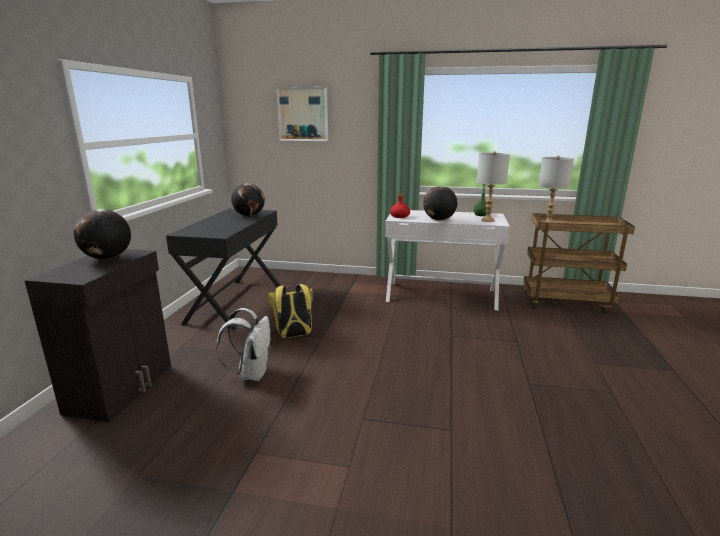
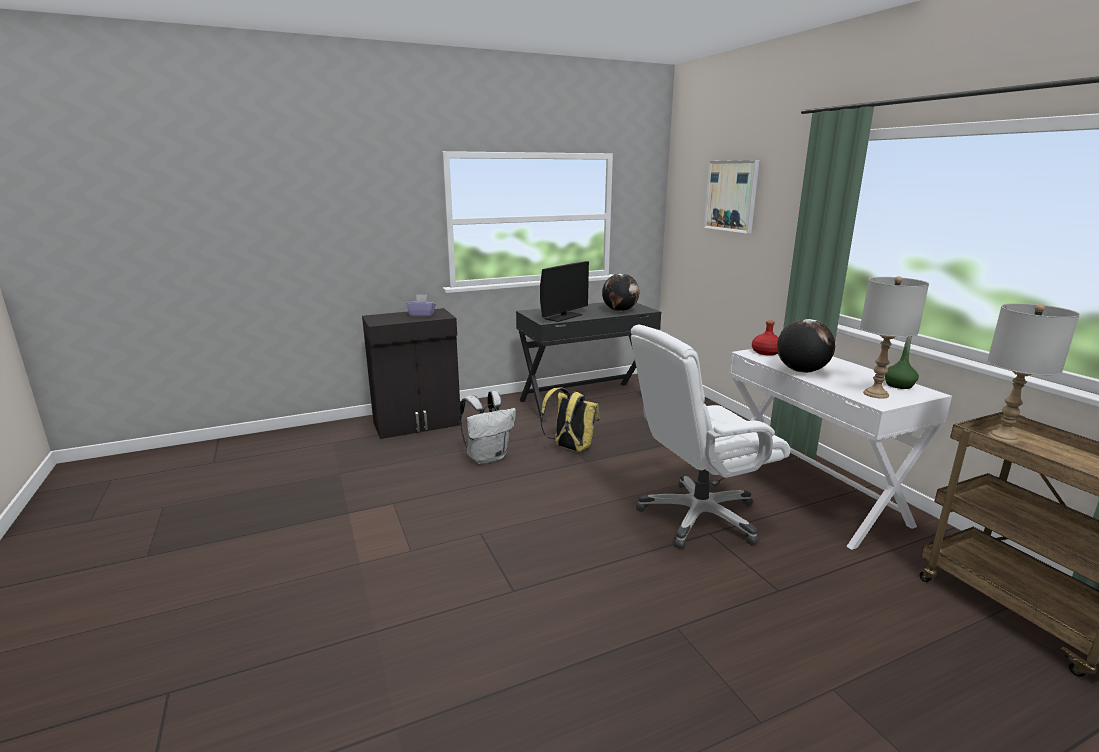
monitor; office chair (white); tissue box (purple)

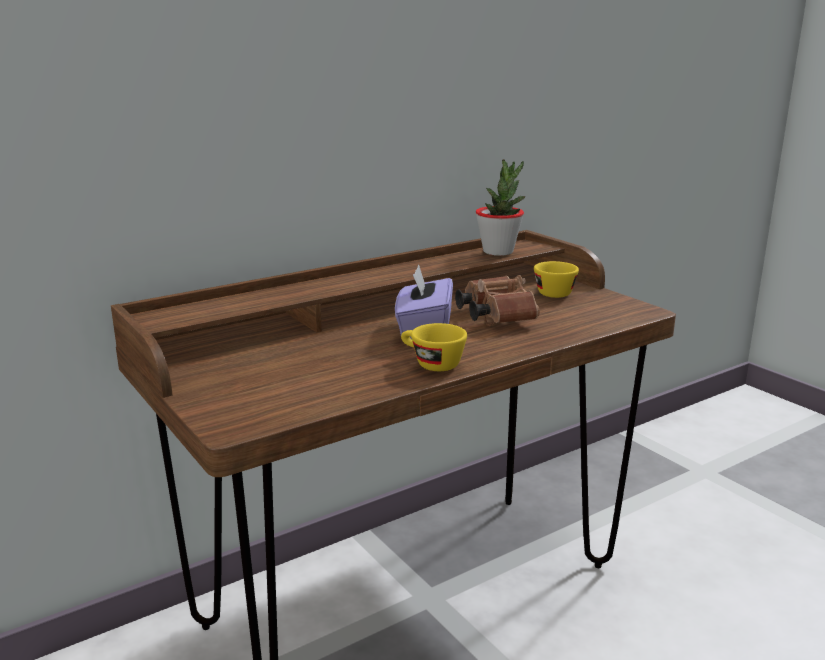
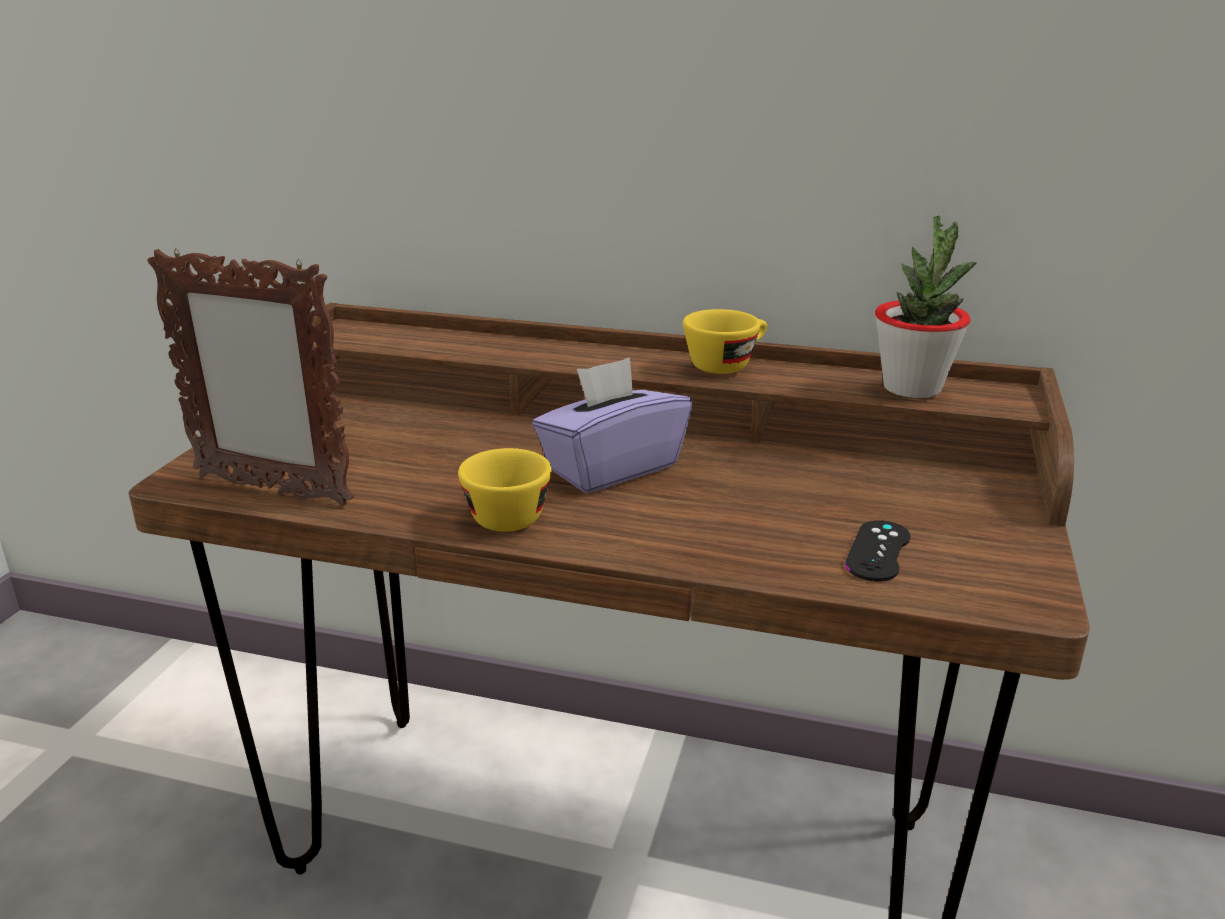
binoculars (brown); picture frame; game controller (black); cup (yellow) (no. 2 from left)

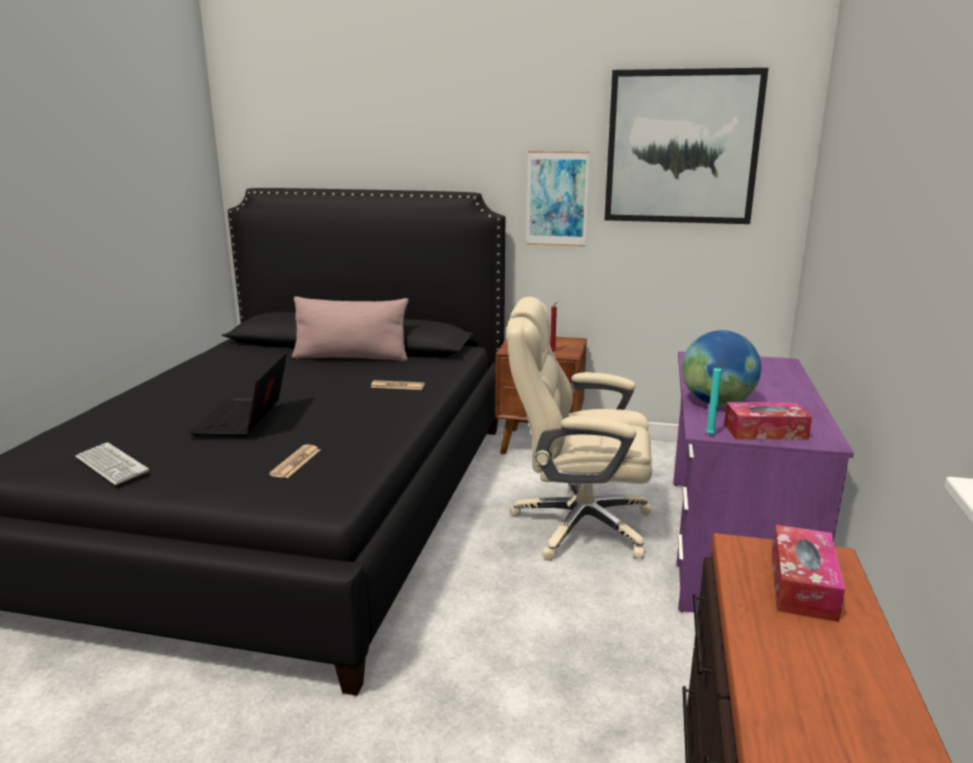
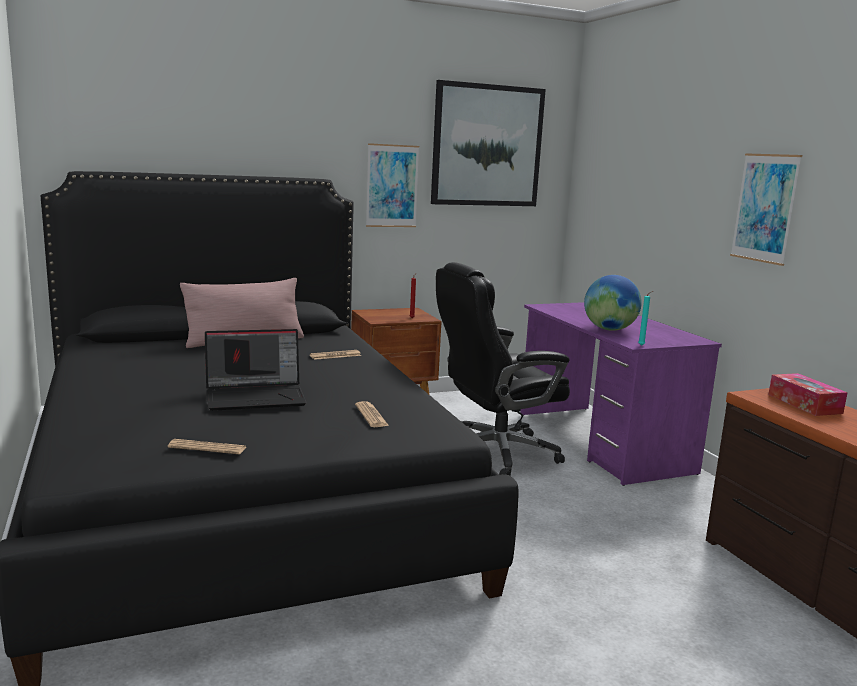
tissue box (no. 1 from left in the first image); picture (no. 3 from left); newspaper (no. 1 from left); office chair (black); laptop

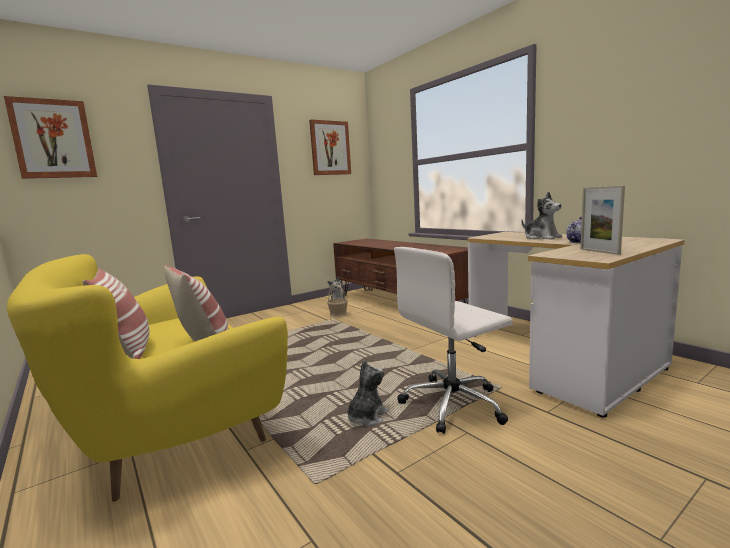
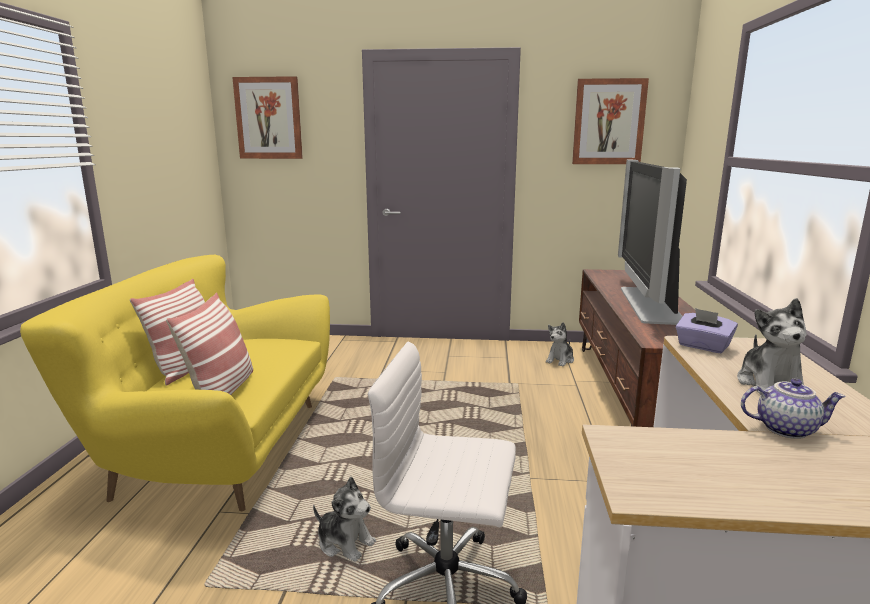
basket; picture frame; television; tissue box (purple); plush toy (no. 1 from left)

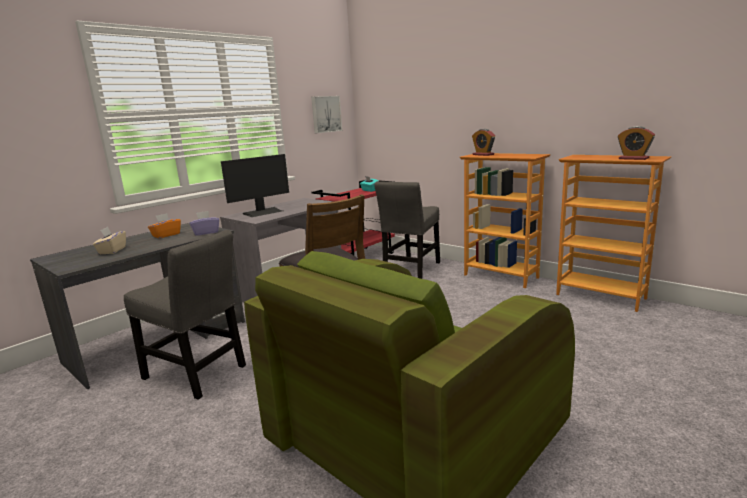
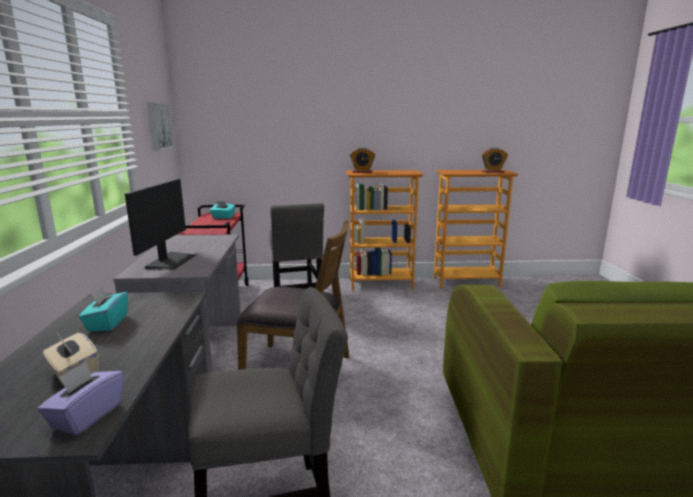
tissue box (purple); tissue box (turquoise) (no. 1 from left)

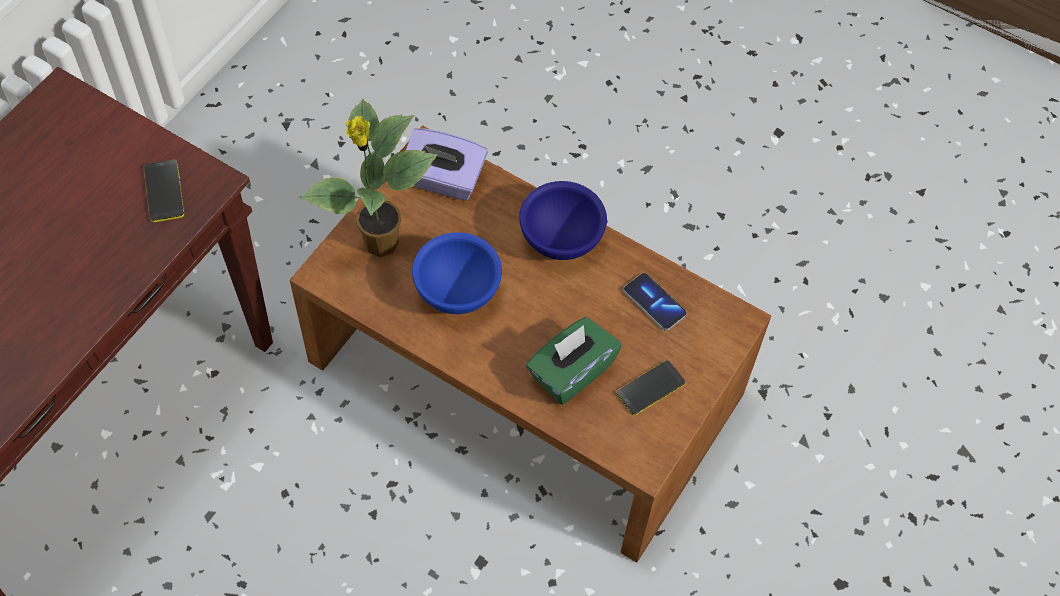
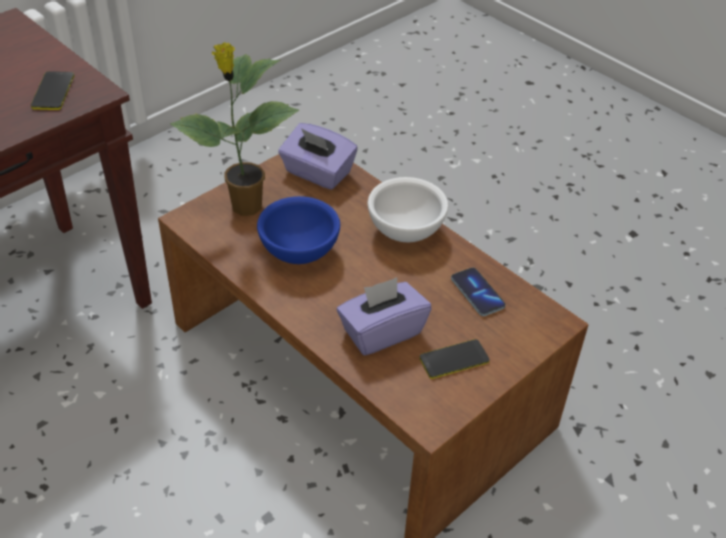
bowl (white); tissue box (purple) (no. 2 from left)

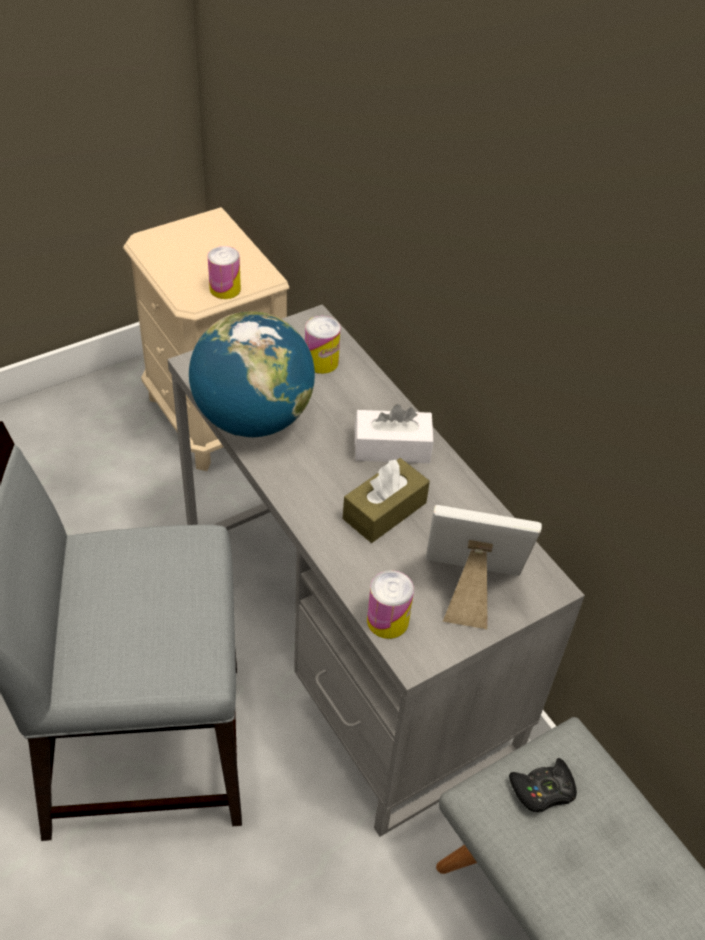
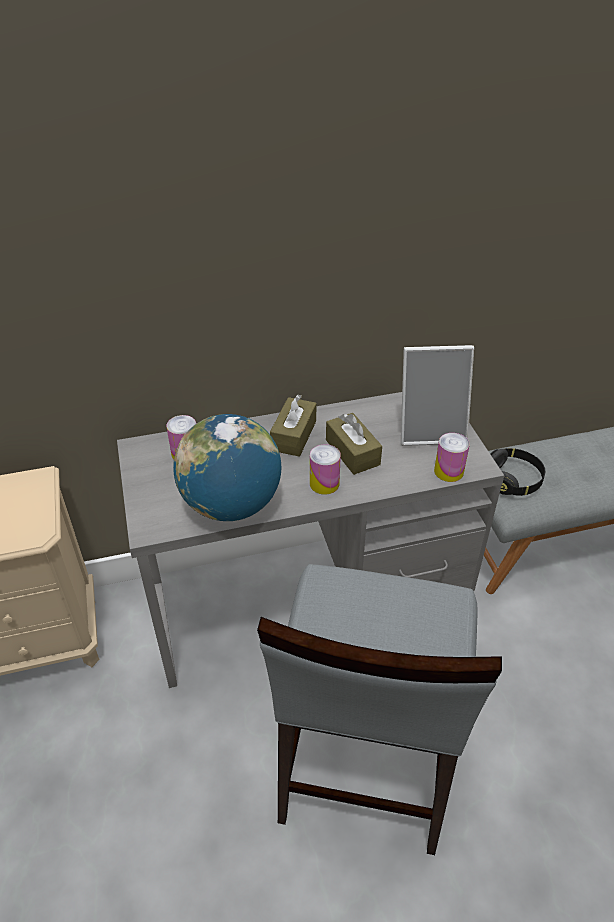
can (no. 2 from left); headphones (black); tissue box (brown) (no. 1 from left); picture frame

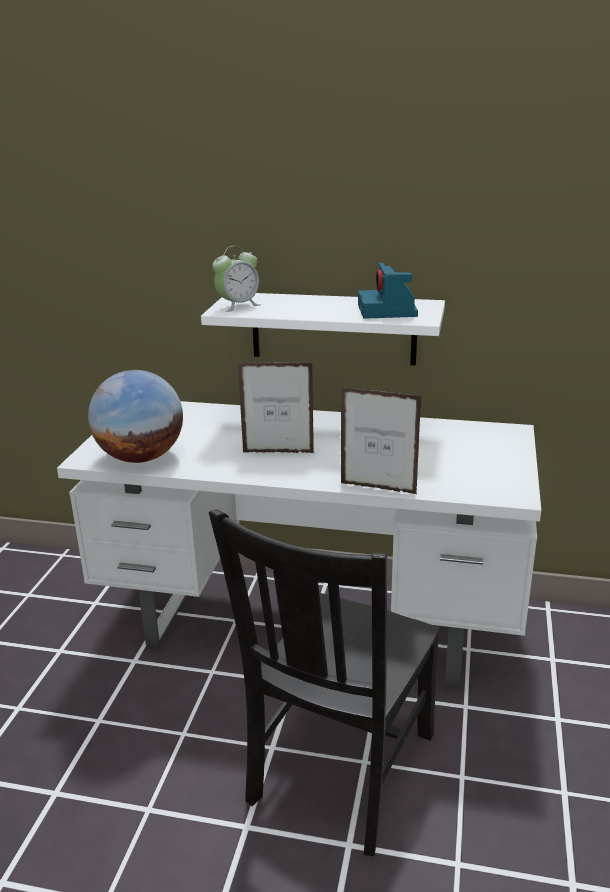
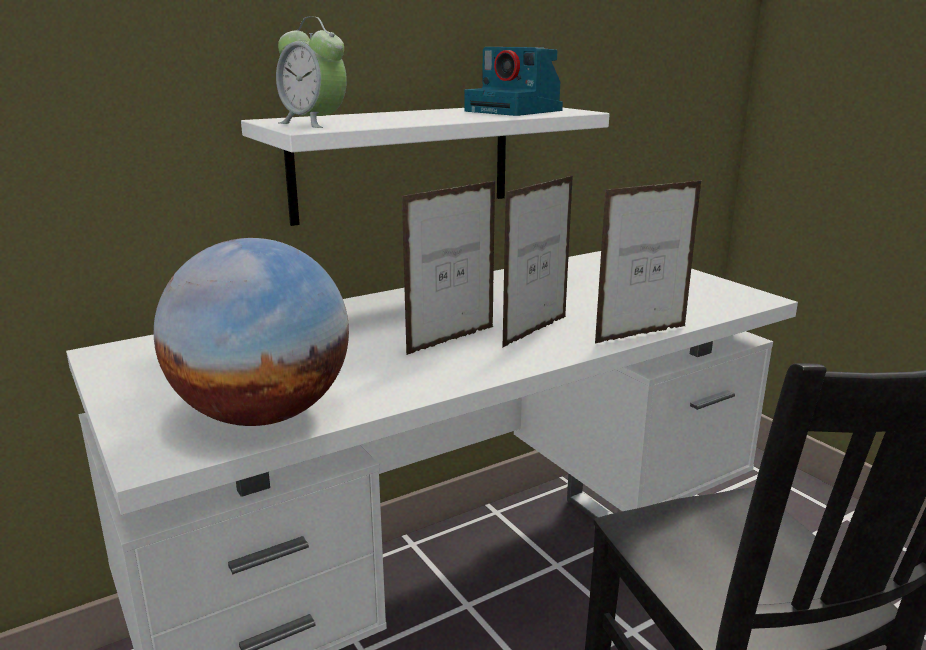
picture frame (no. 2 from left); alarm clock

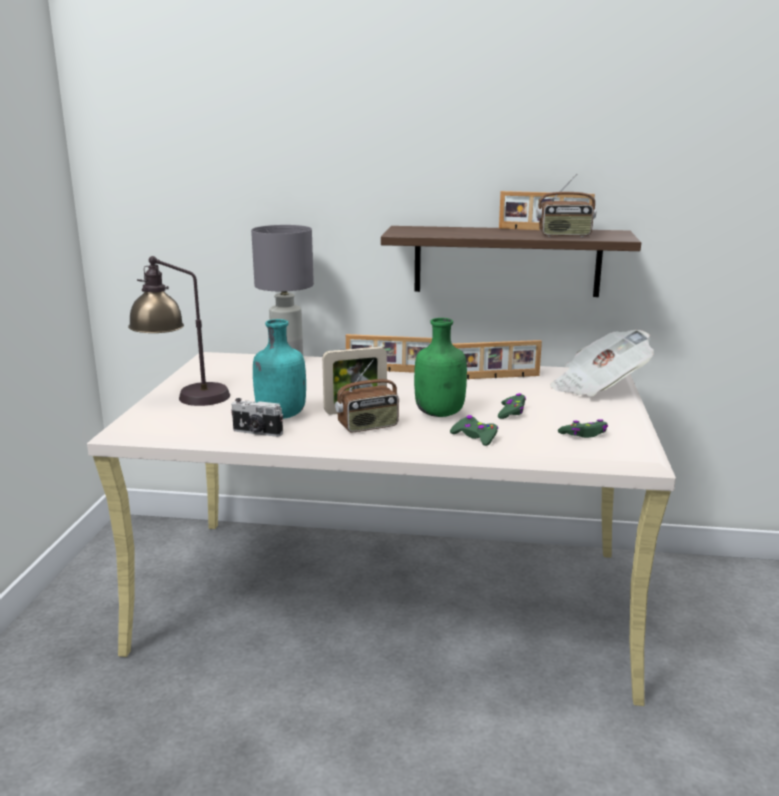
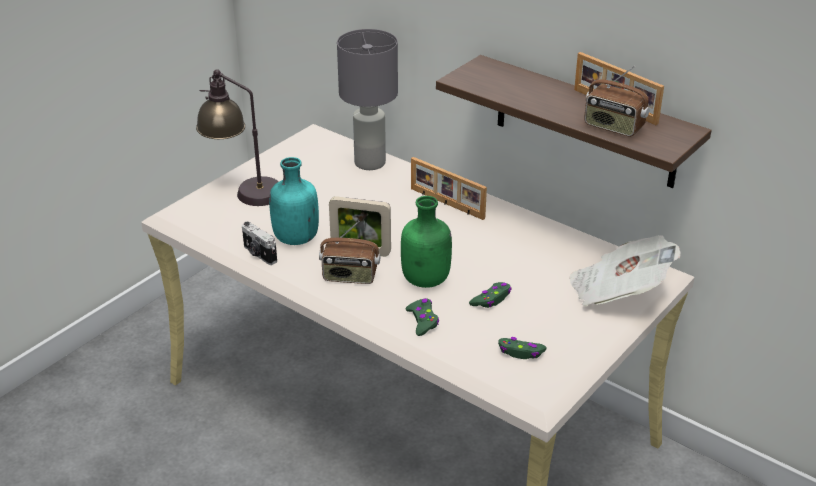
picture frame (no. 3 from left in the first image)

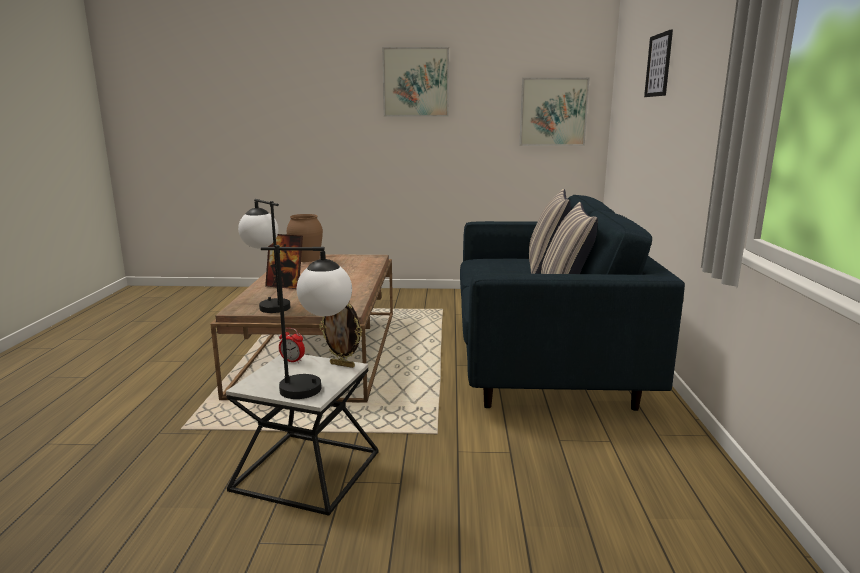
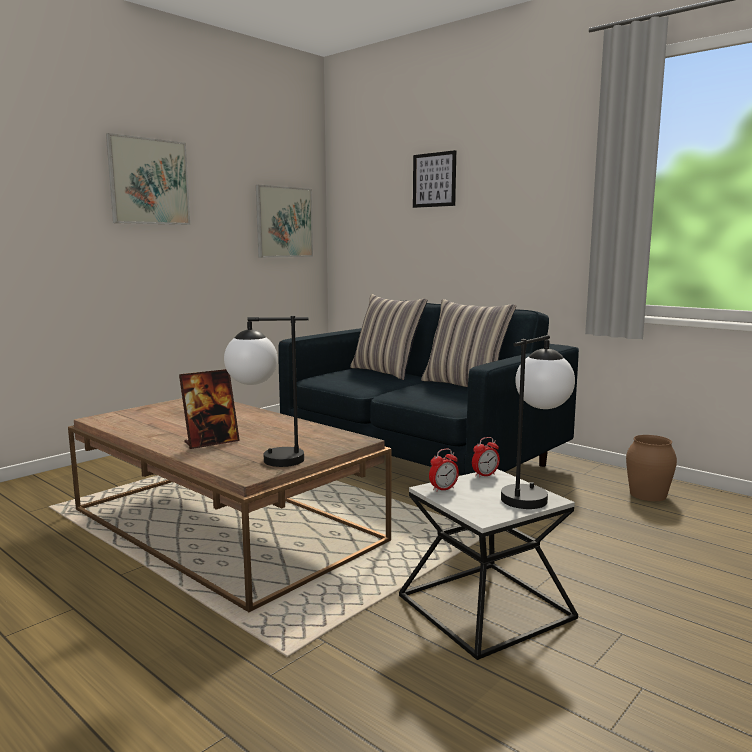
vase (brown); alarm clock (no. 2 from left)

